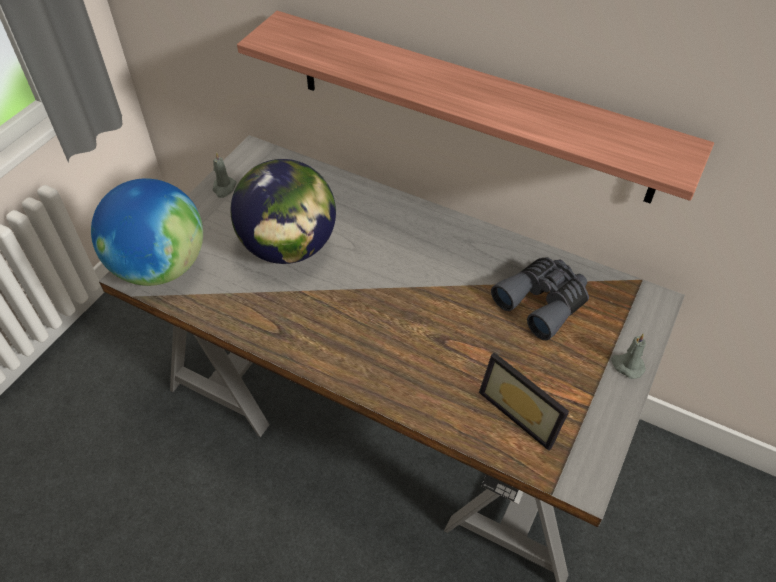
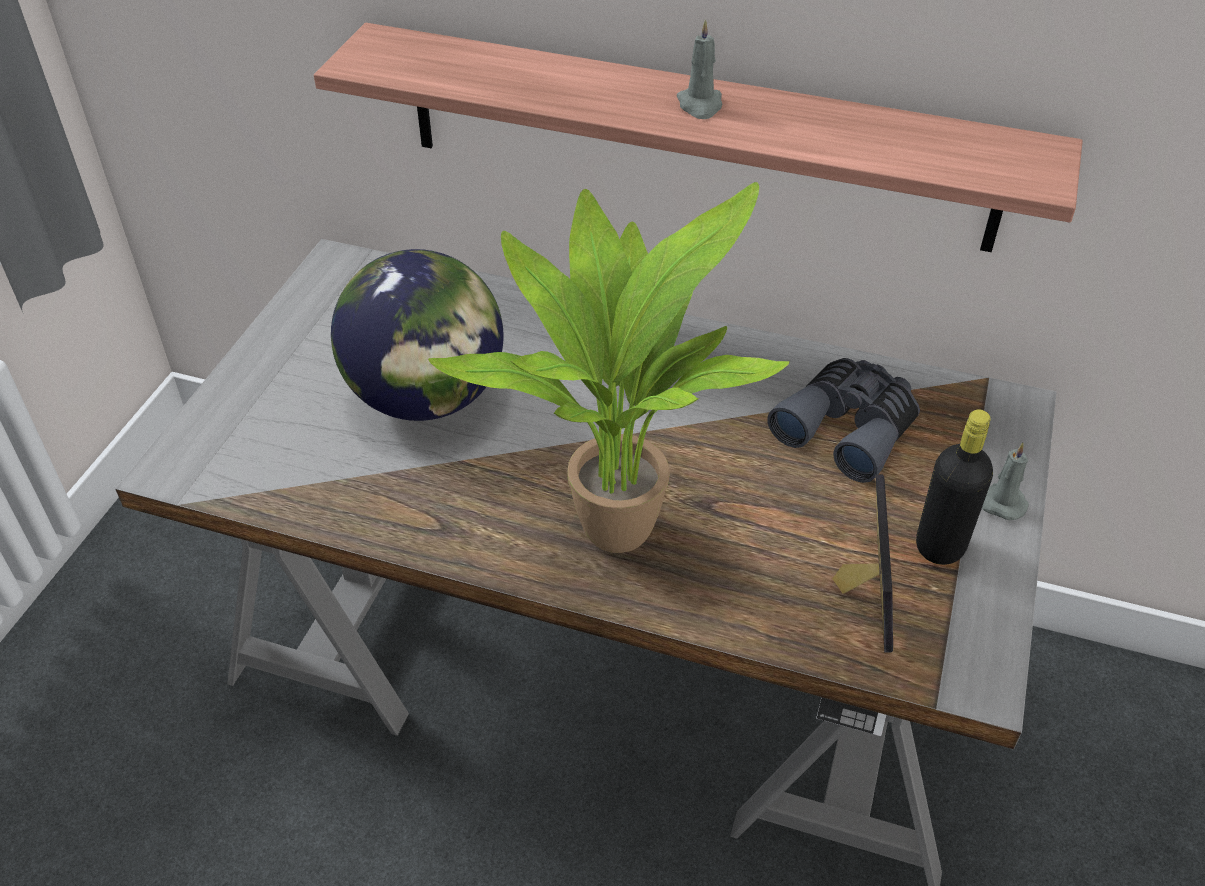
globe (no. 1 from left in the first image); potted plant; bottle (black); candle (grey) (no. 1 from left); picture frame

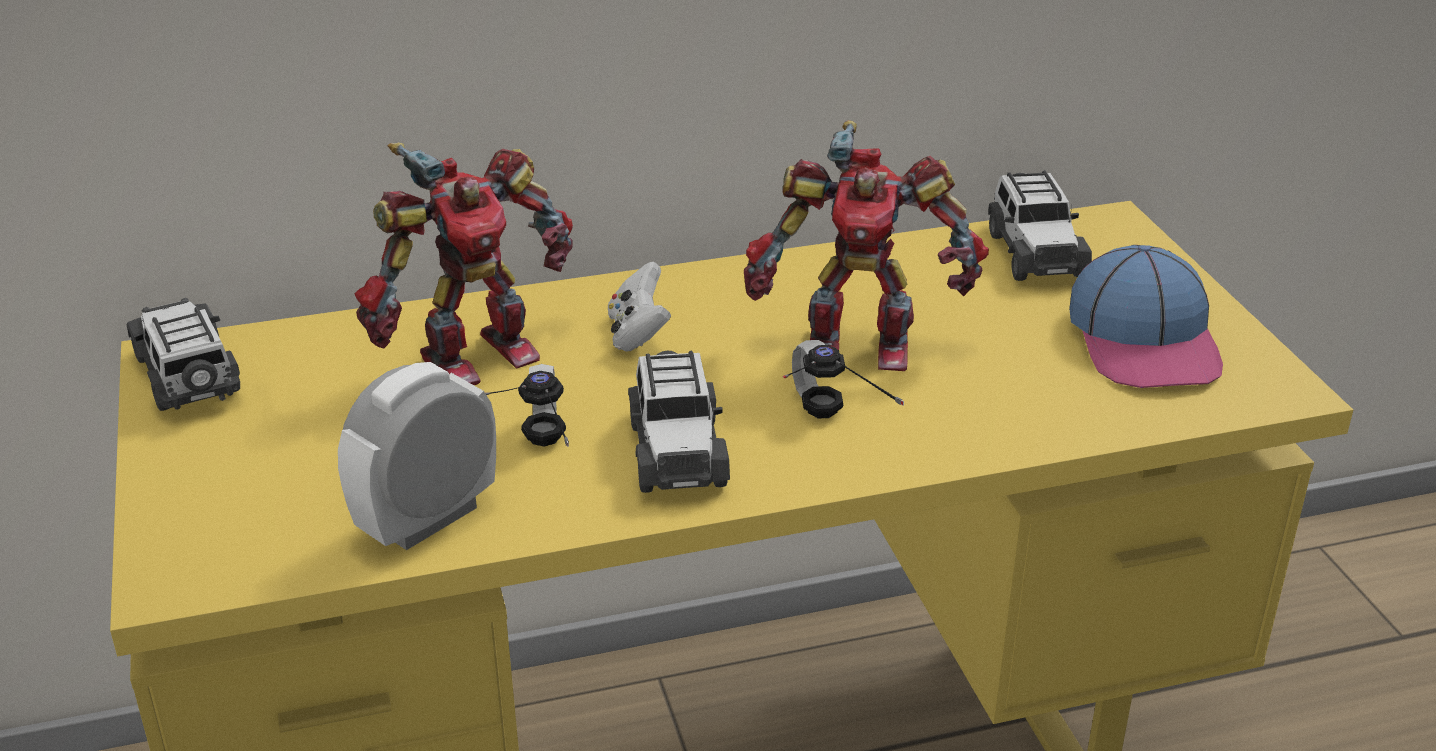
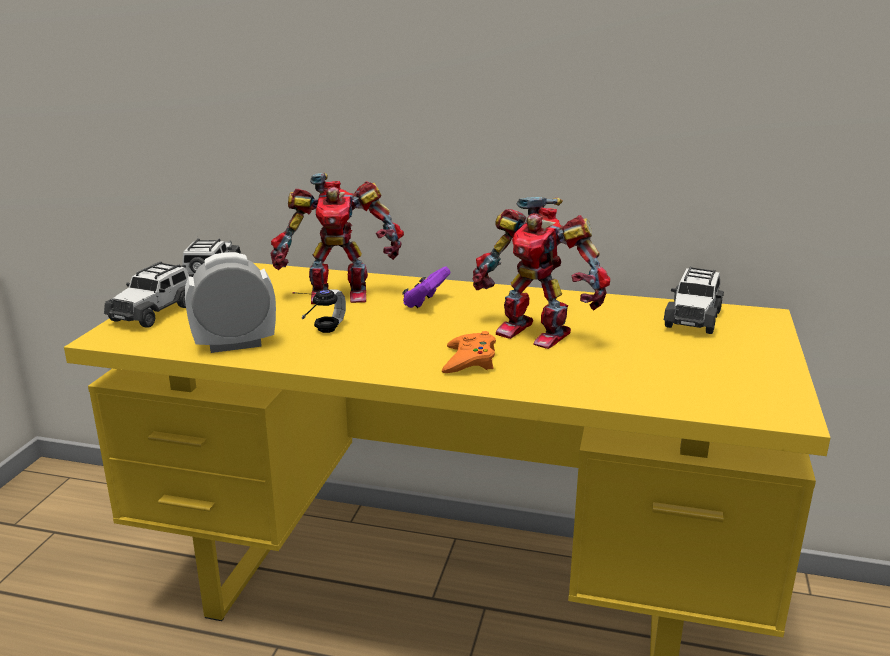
cap; toy car (no. 1 from left); game controller (orange); game controller (purple)

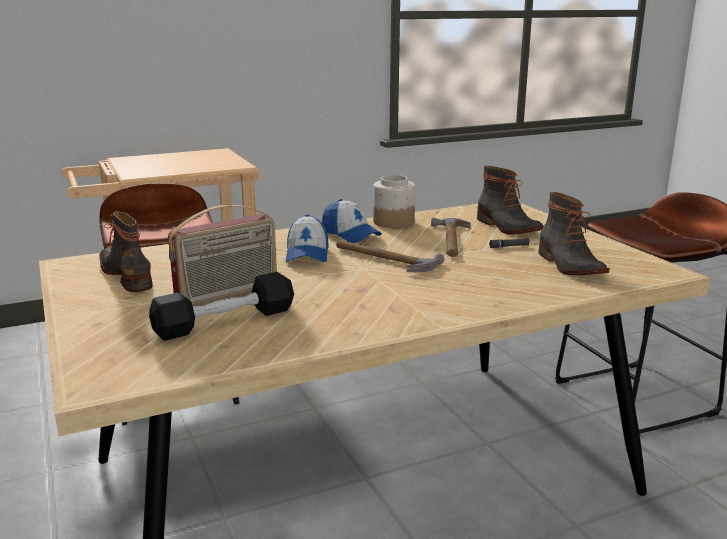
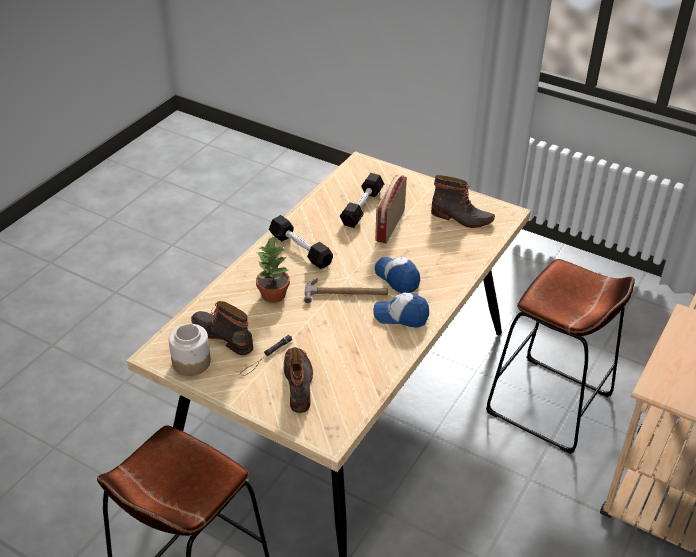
hammer (no. 2 from left in the first image); potted plant; dumbbell (black) (no. 1 from left); jar; boot (no. 2 from left)

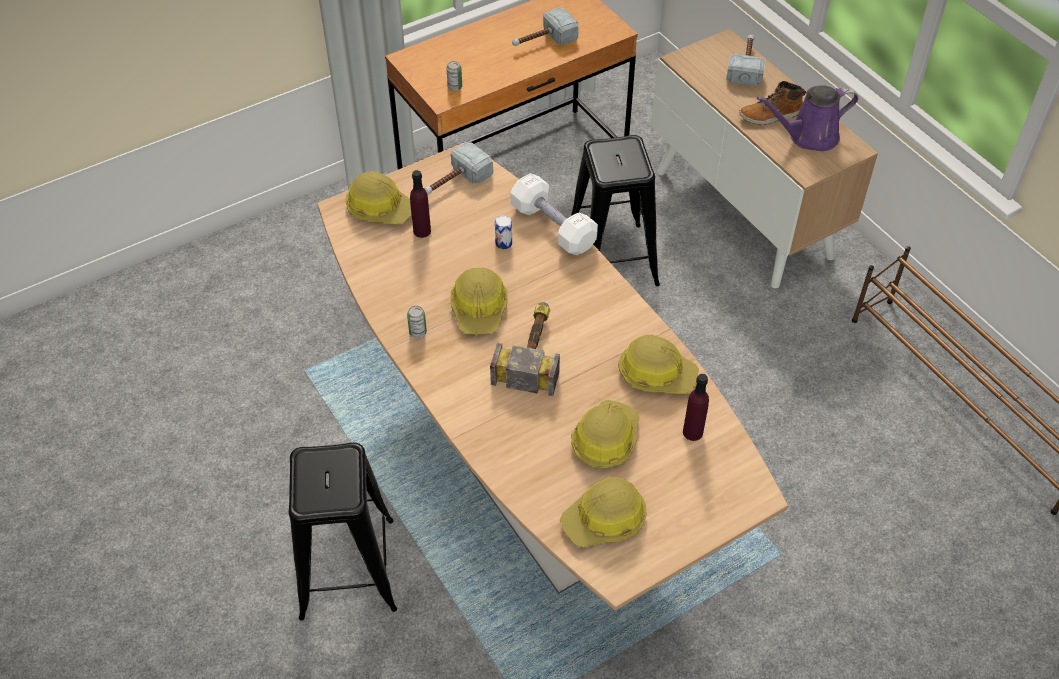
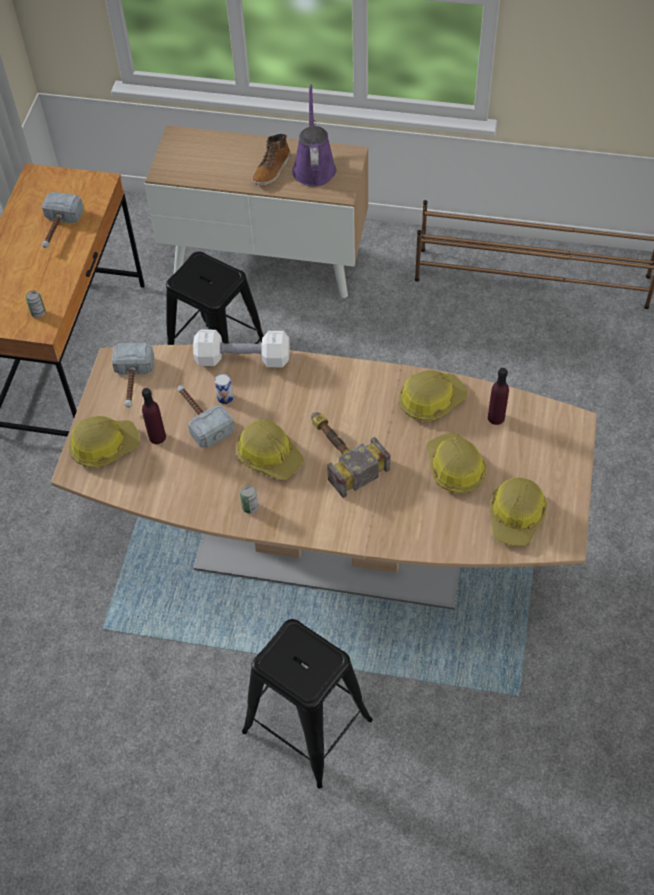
hammer (no. 3 from left); watering can (purple)

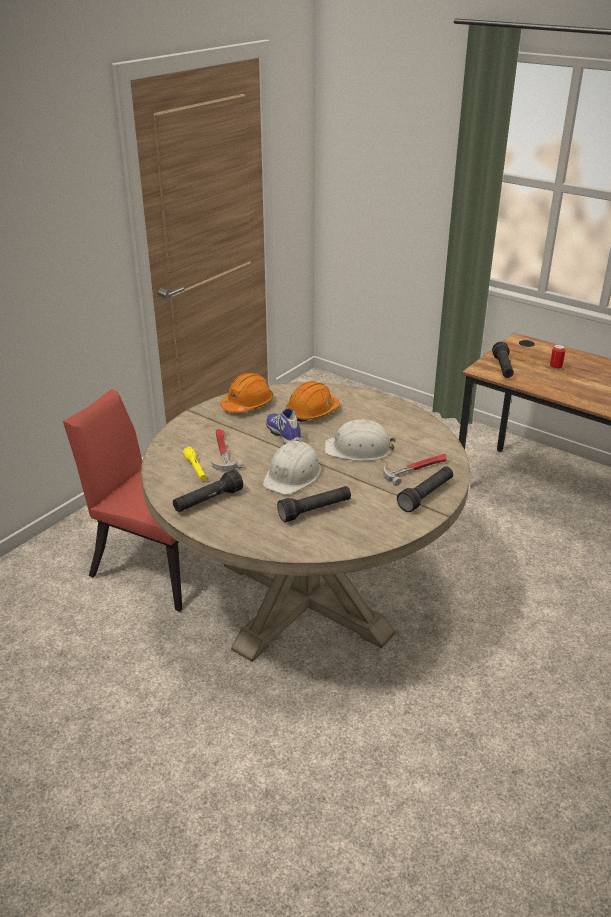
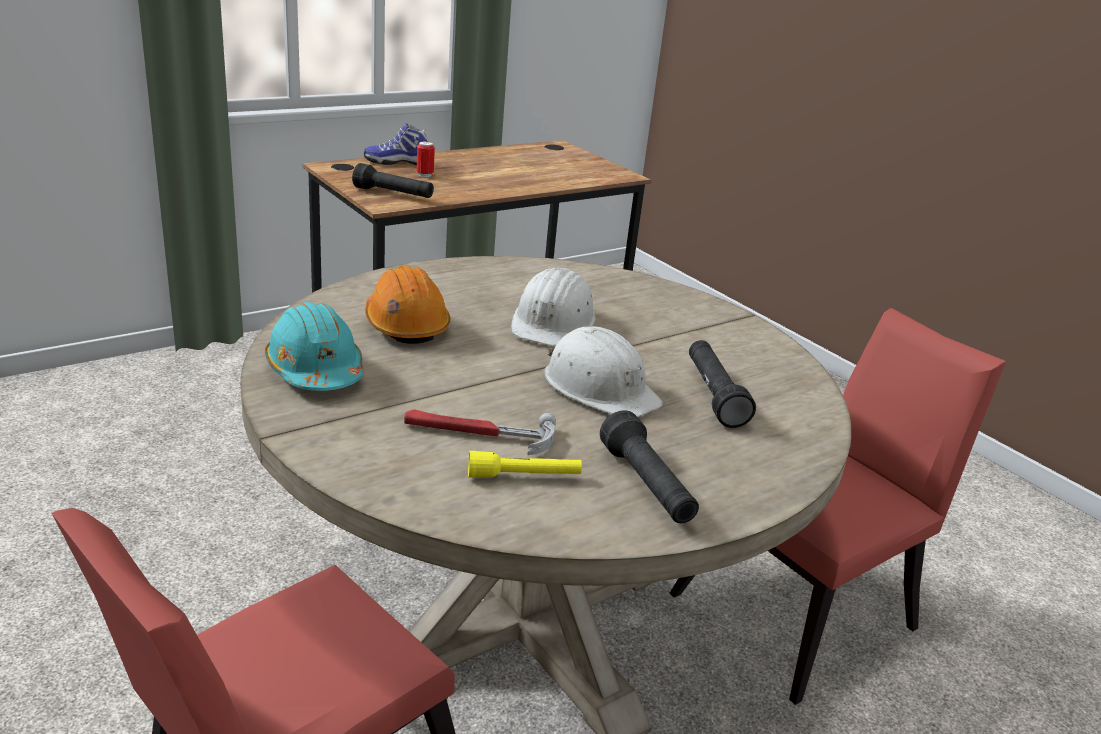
hammer (no. 2 from left in the first image); flashlight (black) (no. 3 from left in the first image); chair (red) (no. 2 from left); shoe; hard hat (turquoise)

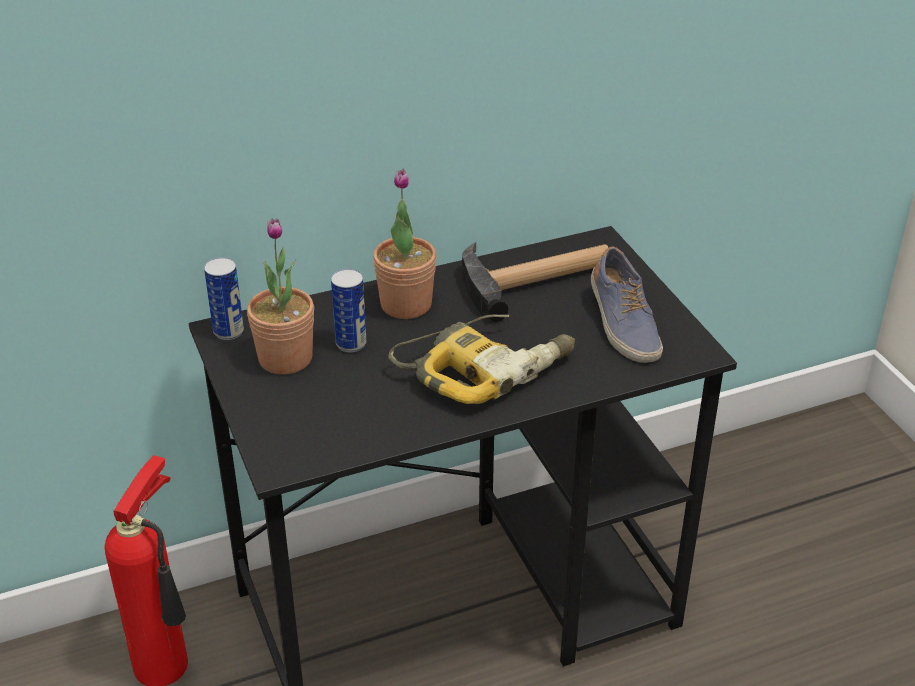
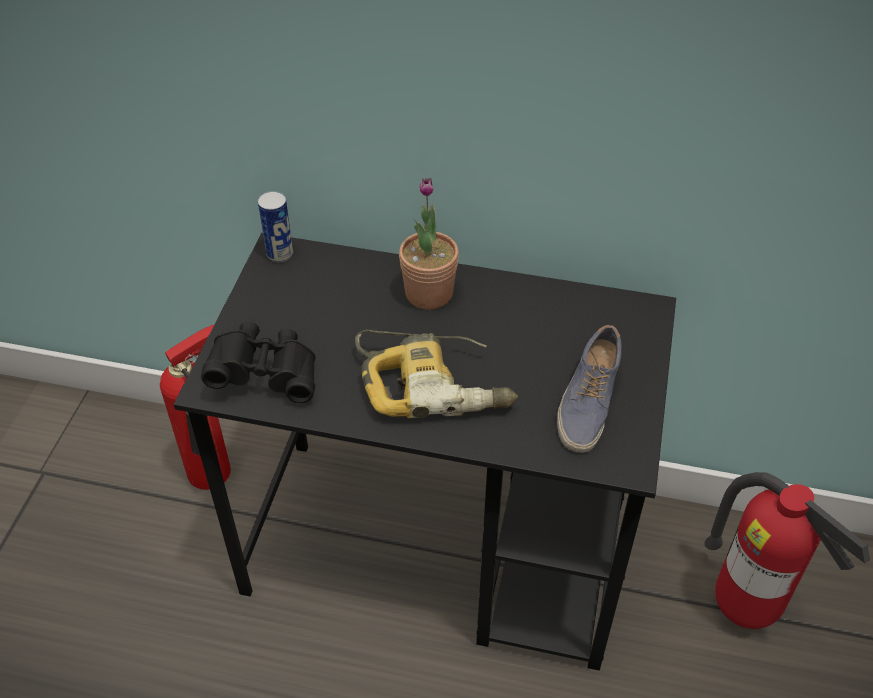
potted plant (no. 1 from left in the first image); can (no. 2 from left in the first image); hammer; binoculars (black); fire extinguisher (no. 2 from left)

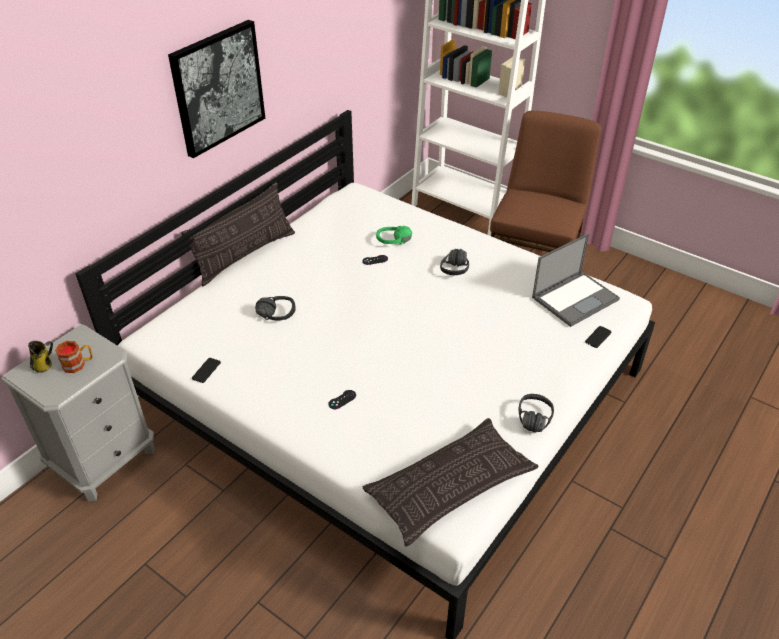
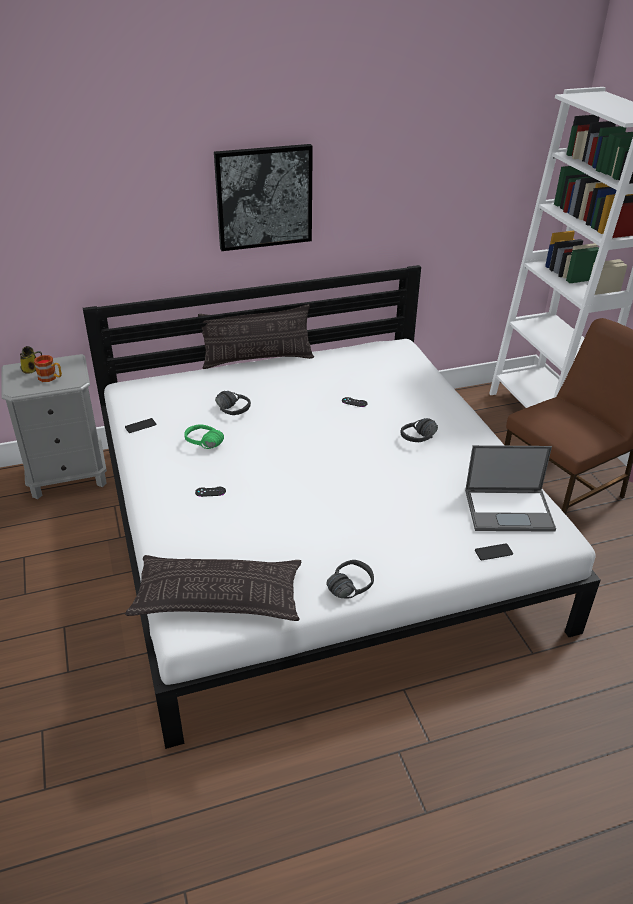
headphones (green)

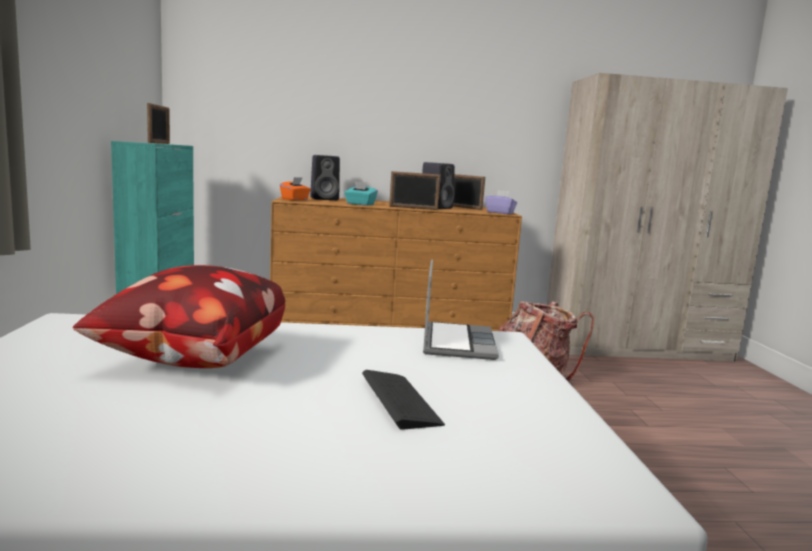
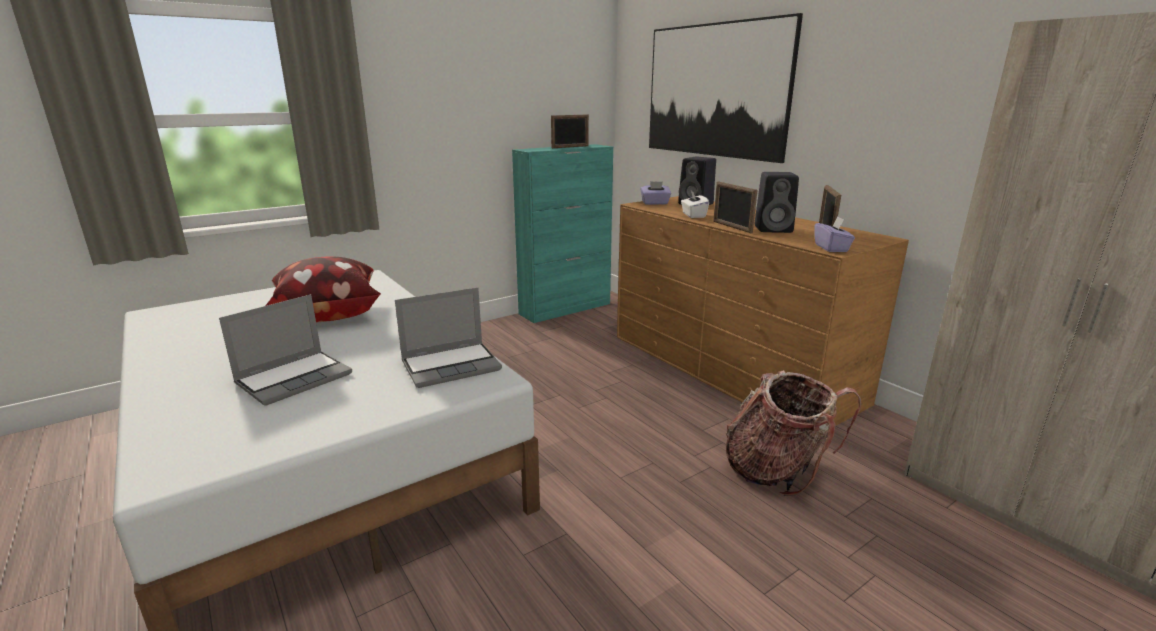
picture; laptop (no. 1 from left); tissue box (purple) (no. 1 from left); tissue box (white)

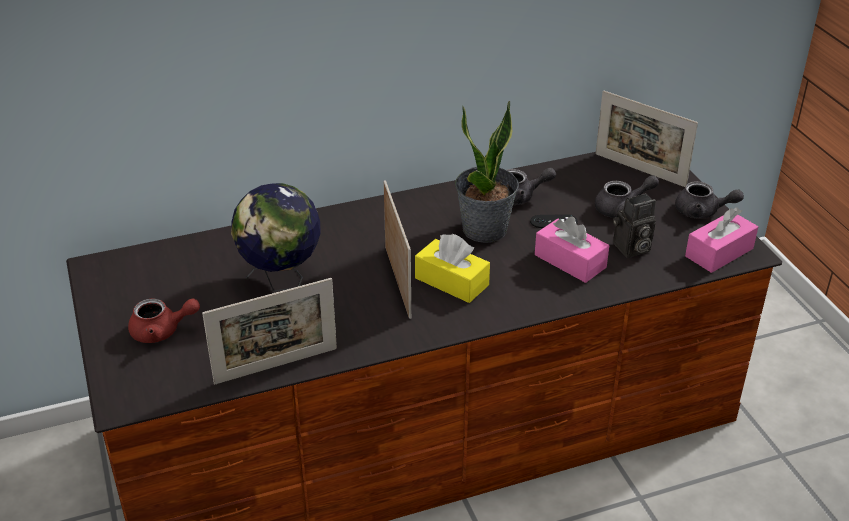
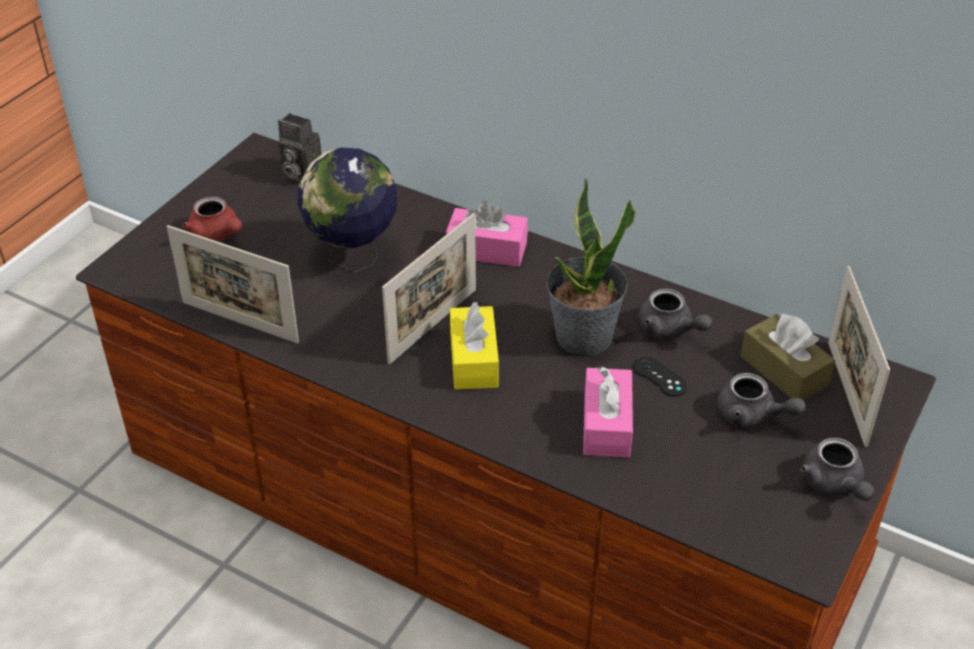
tissue box (brown); photo camera; tissue box (pink) (no. 1 from left)

